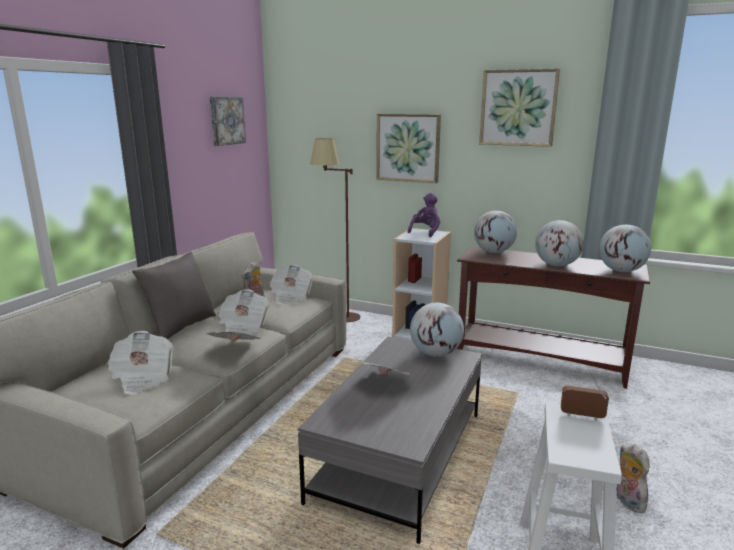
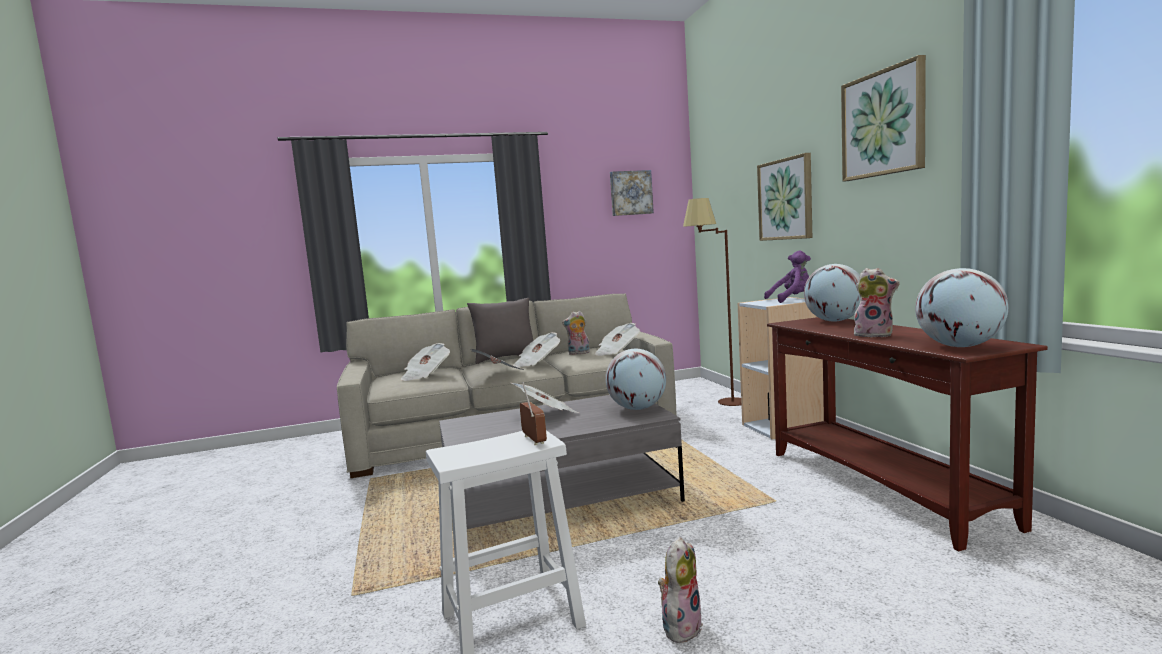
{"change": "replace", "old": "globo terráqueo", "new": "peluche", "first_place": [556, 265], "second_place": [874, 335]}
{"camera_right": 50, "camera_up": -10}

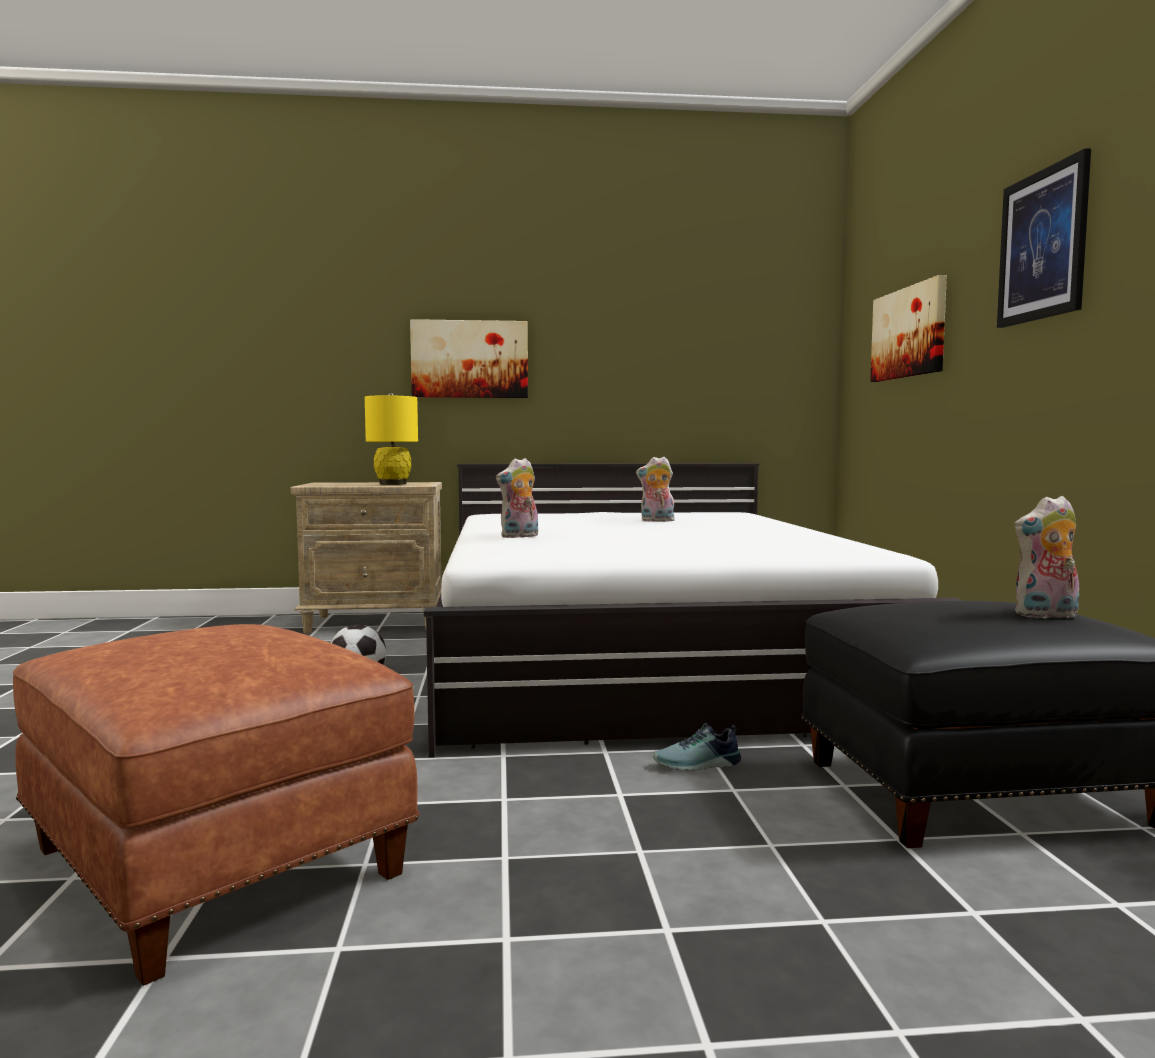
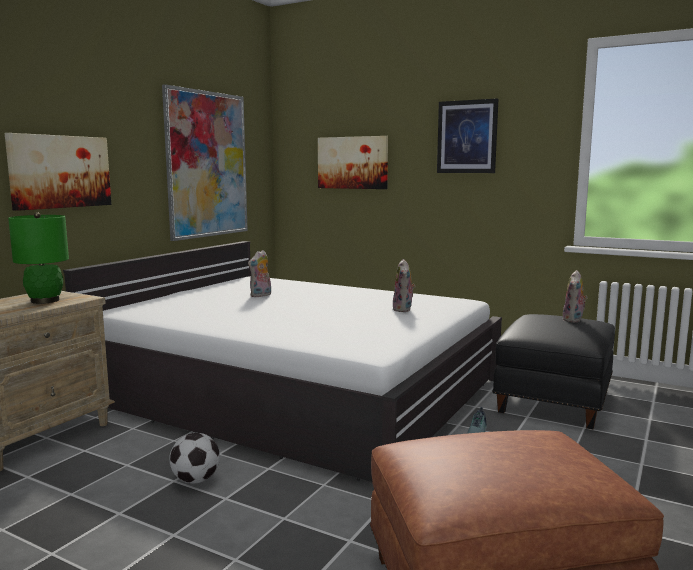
{"change": "insert", "new": "cuadro", "second_place": [207, 164]}
{"change": "move", "old": "peluche", "first_place": [519, 536], "second_place": [403, 309]}
{"change": "recolor", "old": "lámpara de mesa/amarillo", "new": "lámpara de mesa/verde", "first_place": [393, 484], "second_place": [45, 301]}
{"camera_right": -55, "camera_up": 5}

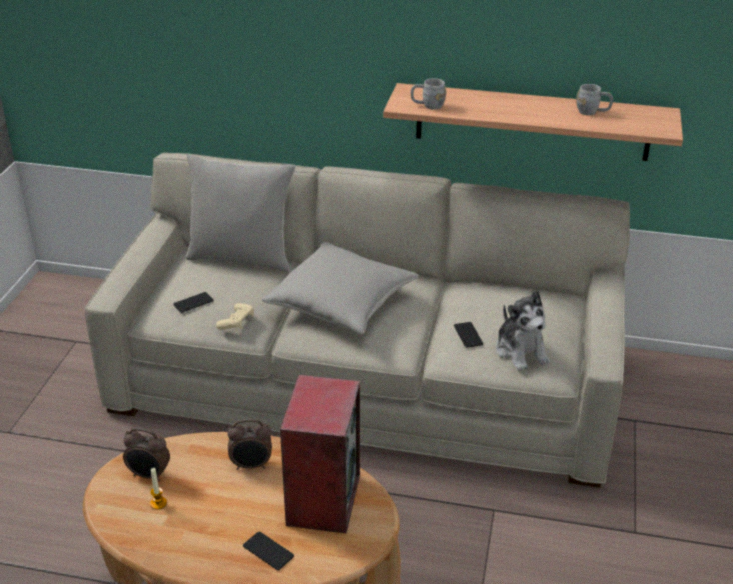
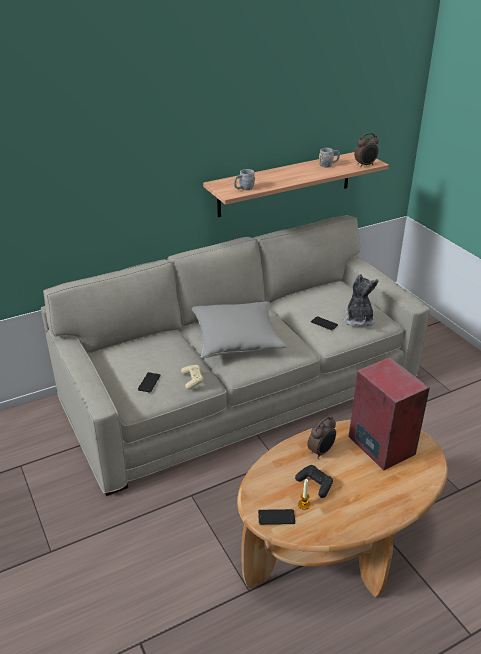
{"change": "delete", "old": "cojín/gris", "first_place": [242, 258]}
{"change": "insert", "new": "mando de consola/negro", "second_place": [315, 484]}
{"change": "move", "old": "despertador", "first_place": [149, 475], "second_place": [365, 165]}
{"change": "move", "old": "móvil", "first_place": [268, 551], "second_place": [276, 517]}
{"change": "rotate", "old": "peluche", "first_place": [521, 351], "second_place": [358, 319], "degrees": -120}
{"camera_right": -40, "camera_up": 0}

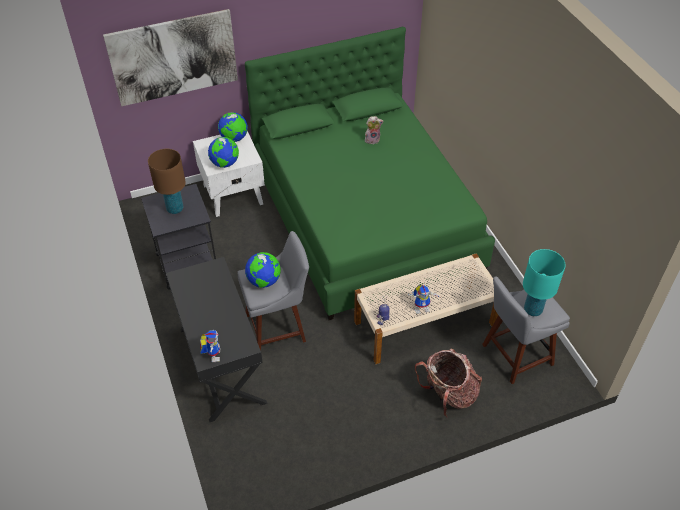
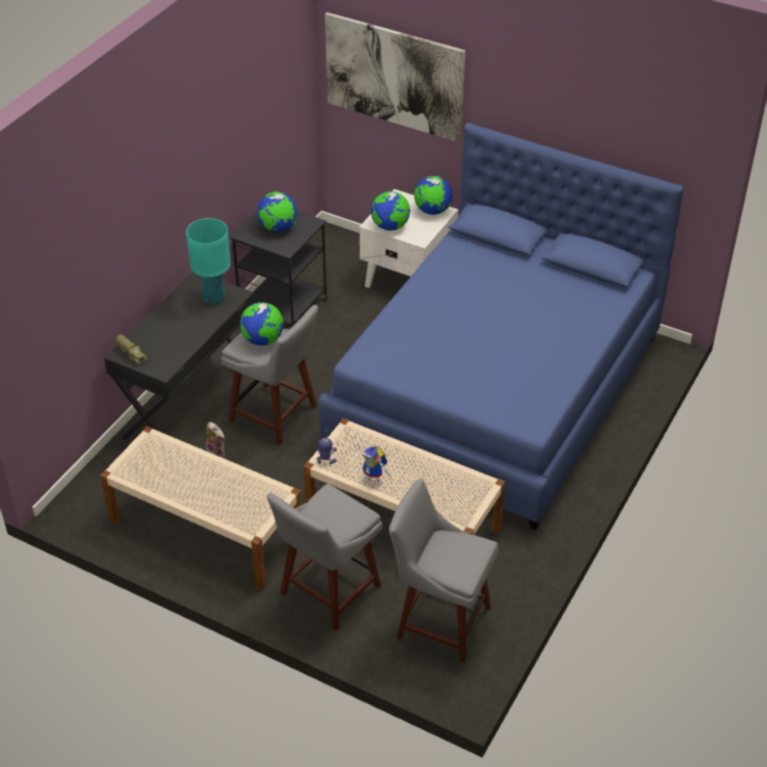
{"change": "insert", "new": "banco/beis", "second_place": [205, 529]}
{"change": "move", "old": "peluche", "first_place": [372, 139], "second_place": [217, 454]}
{"change": "move", "old": "lámpara de mesa/turquesa", "first_place": [533, 310], "second_place": [214, 299]}
{"change": "replace", "old": "lámpara de mesa/marrón", "new": "globo terráqueo", "first_place": [175, 209], "second_place": [278, 228]}
{"change": "replace", "old": "robot de juguete", "new": "camión de juguete", "first_place": [213, 354], "second_place": [132, 355]}
{"change": "replace", "old": "mochila", "new": "taburete/gris", "first_place": [448, 394], "second_place": [327, 592]}
{"change": "recolor", "old": "cama/verde", "new": "cama/azul", "first_place": [365, 218], "second_place": [496, 390]}
{"camera_right": 50, "camera_up": -5}

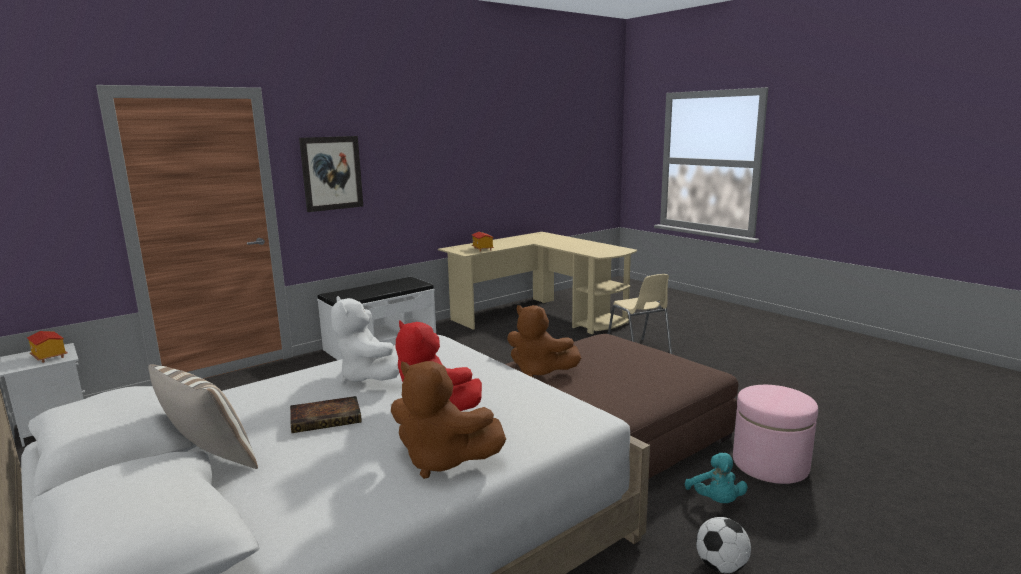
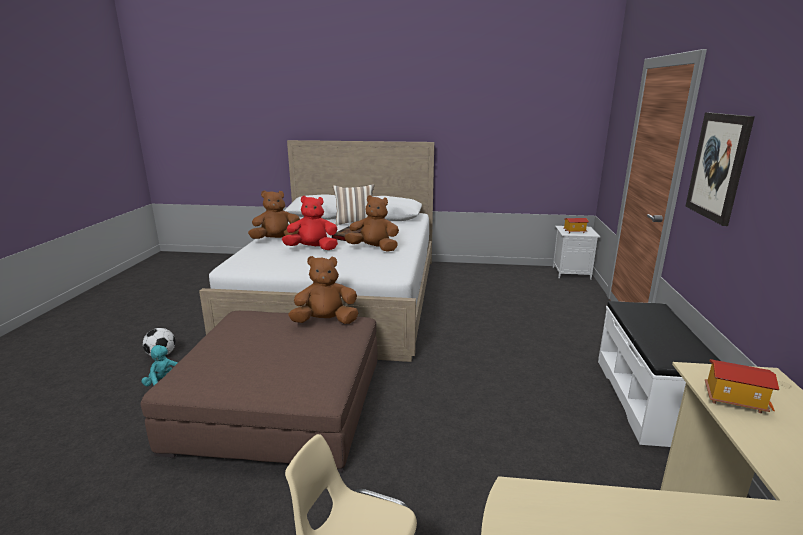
{"change": "delete", "old": "puf/rosa", "first_place": [770, 464]}
{"change": "recolor", "old": "peluche/blanco", "new": "peluche/marrón", "first_place": [368, 377], "second_place": [374, 249]}
{"camera_right": 135, "camera_up": 5}

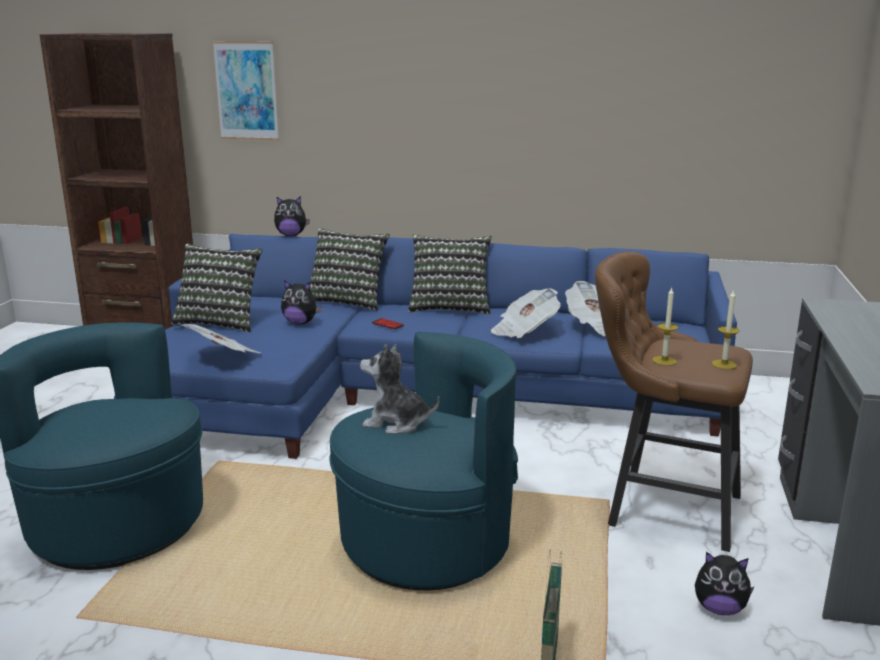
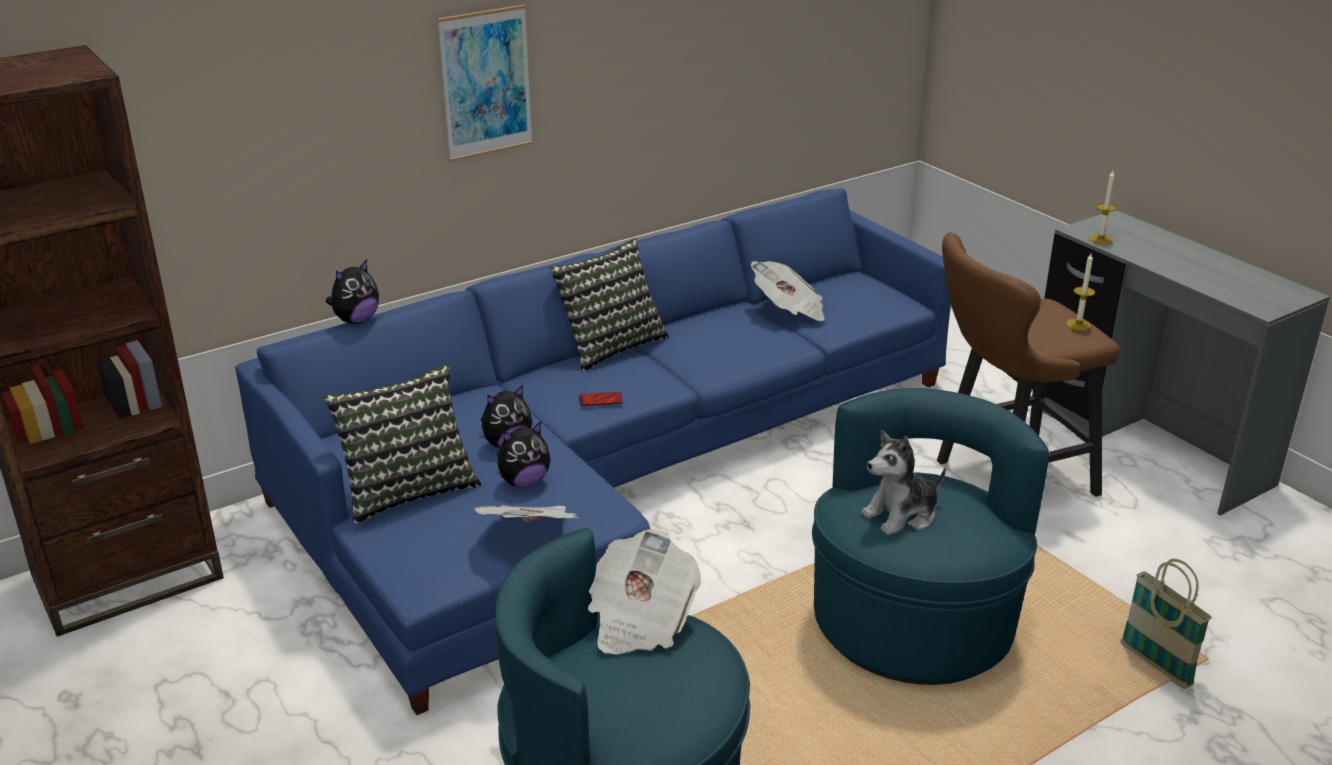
{"change": "delete", "old": "cojín", "first_place": [348, 301]}
{"change": "move", "old": "cuadro", "first_place": [246, 91], "second_place": [486, 83]}
{"change": "move", "old": "periódico", "first_place": [524, 330], "second_place": [639, 619]}
{"change": "move", "old": "vela", "first_place": [664, 361], "second_place": [1100, 239]}
{"change": "move", "old": "peluche", "first_place": [719, 609], "second_place": [524, 481]}
{"camera_right": -45, "camera_up": 10}

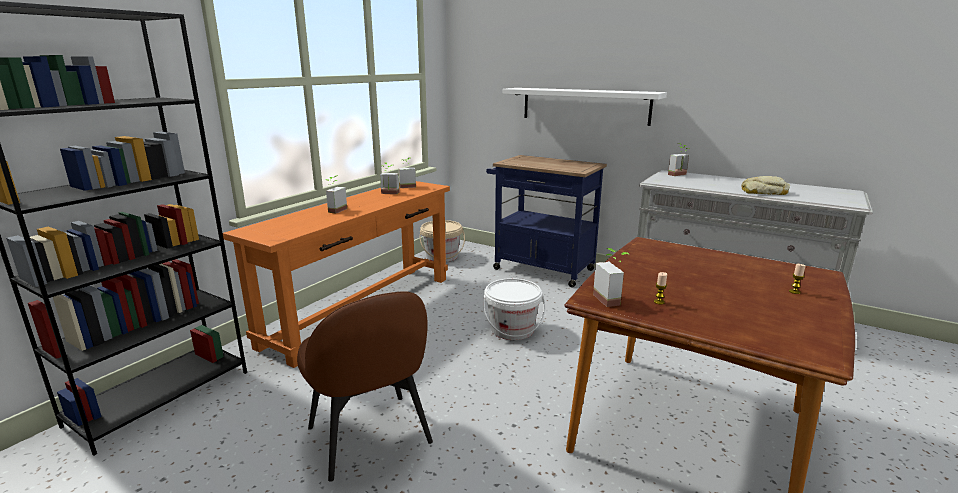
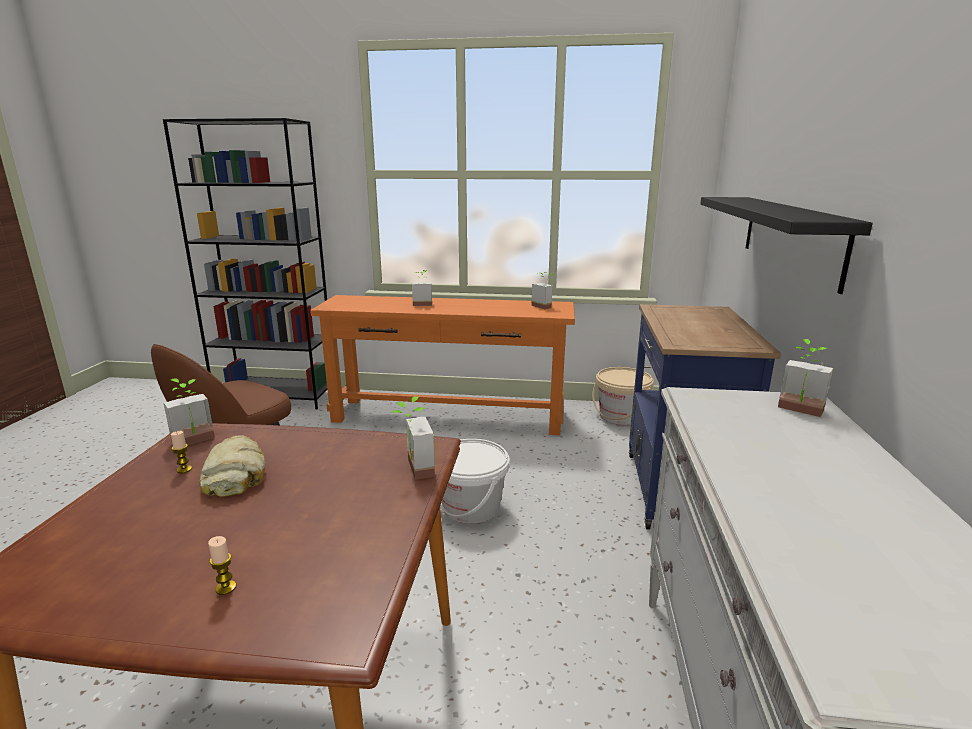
{"change": "move", "old": "planta en maceta", "first_place": [389, 193], "second_place": [412, 469]}
{"change": "move", "old": "pan", "first_place": [764, 192], "second_place": [235, 475]}
{"change": "recolor", "old": "estante/blanco", "new": "estante/negro", "first_place": [584, 105], "second_place": [790, 237]}
{"camera_right": 65, "camera_up": 0}

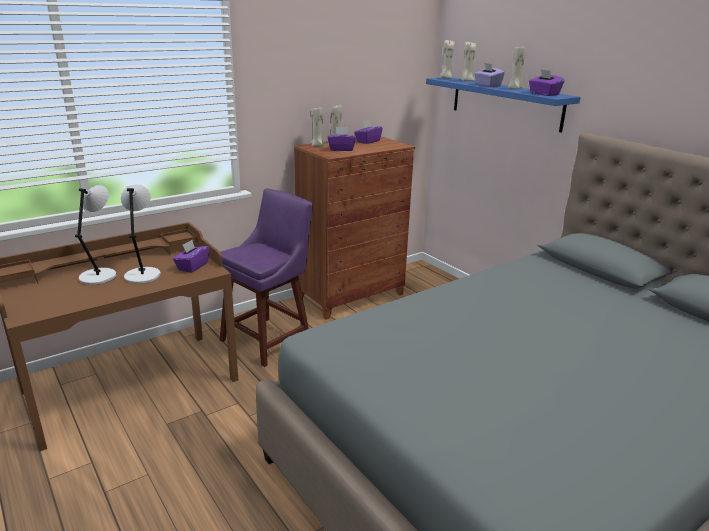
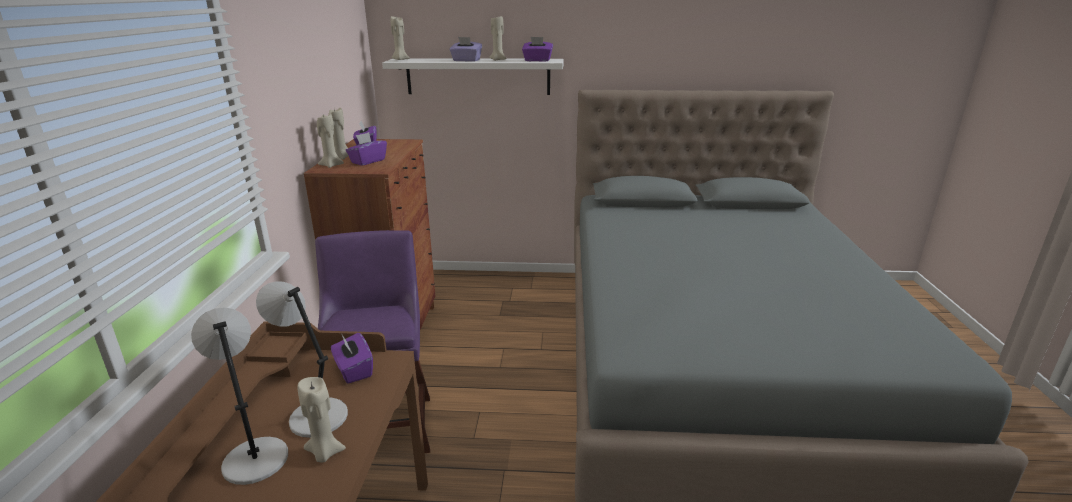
{"change": "move", "old": "vela/beis", "first_place": [466, 81], "second_place": [324, 453]}
{"change": "recolor", "old": "estante/azul", "new": "estante/blanco", "first_place": [505, 103], "second_place": [478, 76]}
{"camera_right": -50, "camera_up": 0}

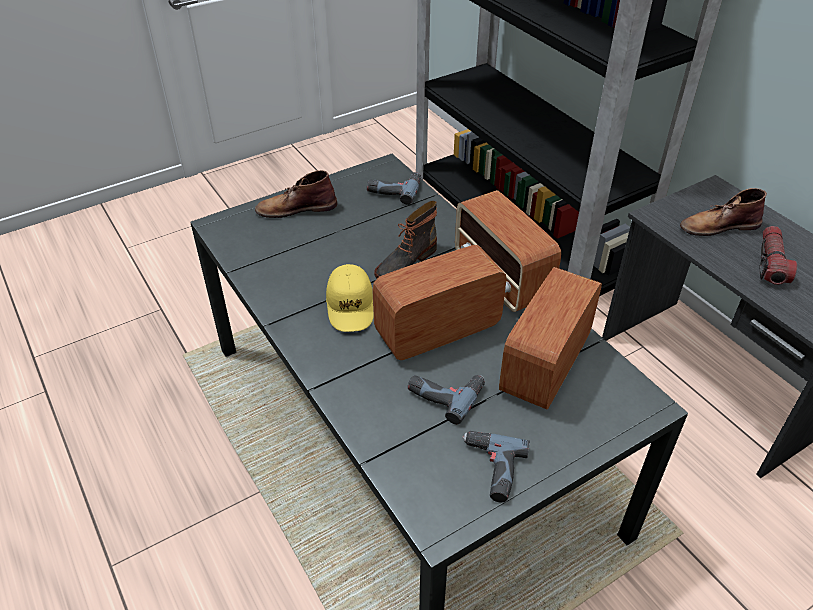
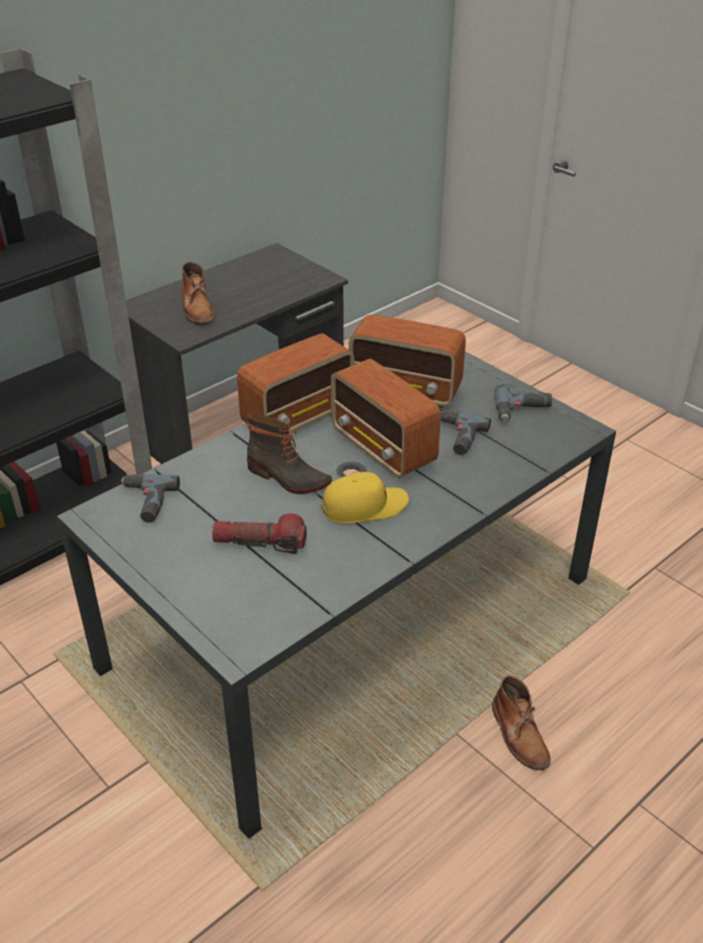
{"change": "move", "old": "bota/marrón", "first_place": [296, 208], "second_place": [519, 735]}
{"change": "move", "old": "linterna", "first_place": [771, 263], "second_place": [260, 543]}
{"camera_right": -100, "camera_up": -5}

